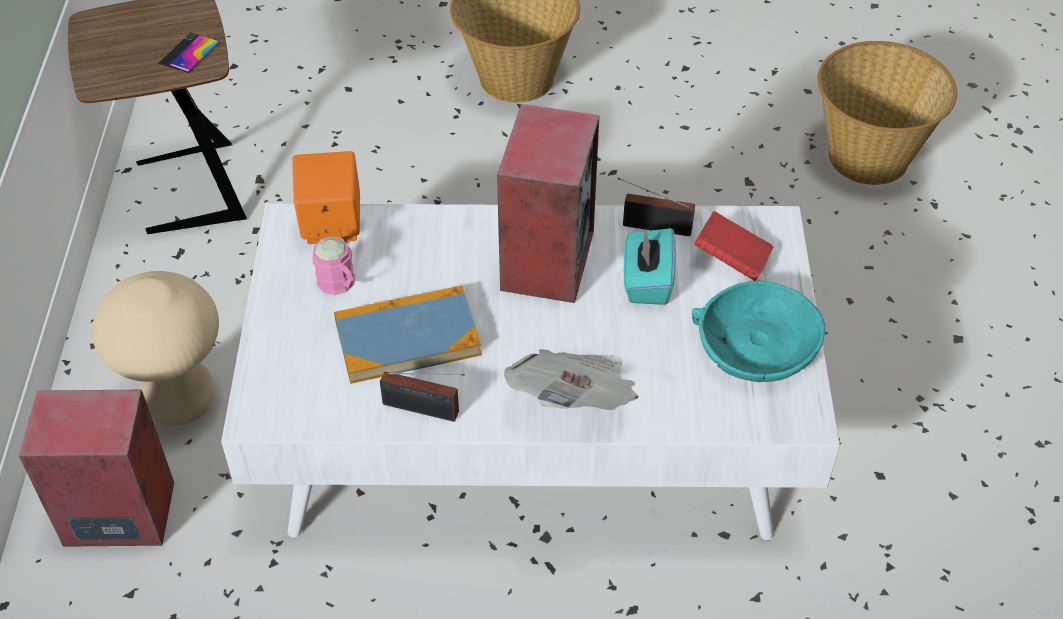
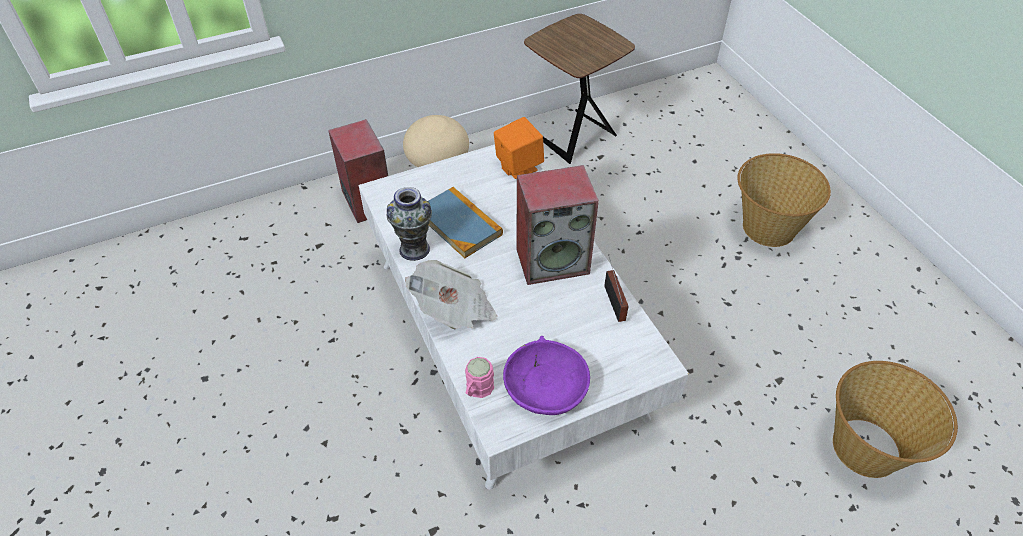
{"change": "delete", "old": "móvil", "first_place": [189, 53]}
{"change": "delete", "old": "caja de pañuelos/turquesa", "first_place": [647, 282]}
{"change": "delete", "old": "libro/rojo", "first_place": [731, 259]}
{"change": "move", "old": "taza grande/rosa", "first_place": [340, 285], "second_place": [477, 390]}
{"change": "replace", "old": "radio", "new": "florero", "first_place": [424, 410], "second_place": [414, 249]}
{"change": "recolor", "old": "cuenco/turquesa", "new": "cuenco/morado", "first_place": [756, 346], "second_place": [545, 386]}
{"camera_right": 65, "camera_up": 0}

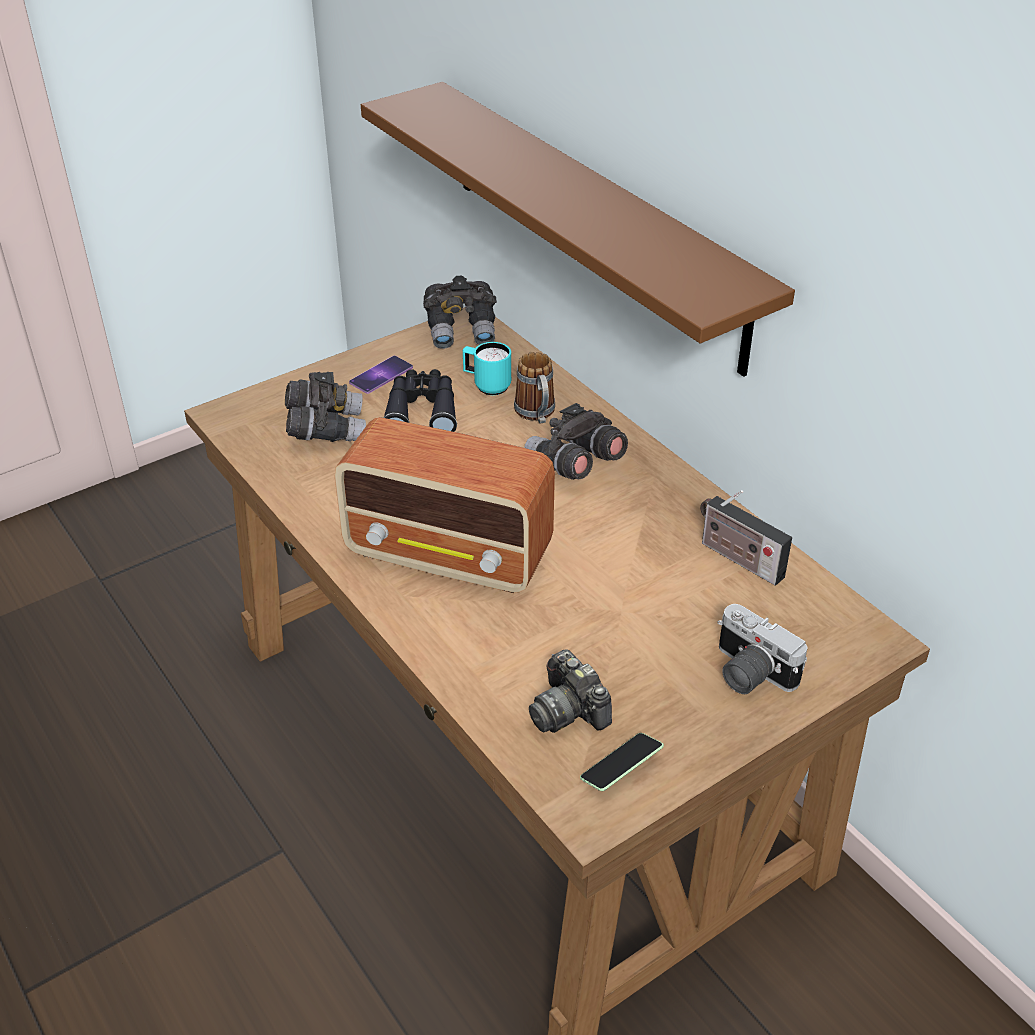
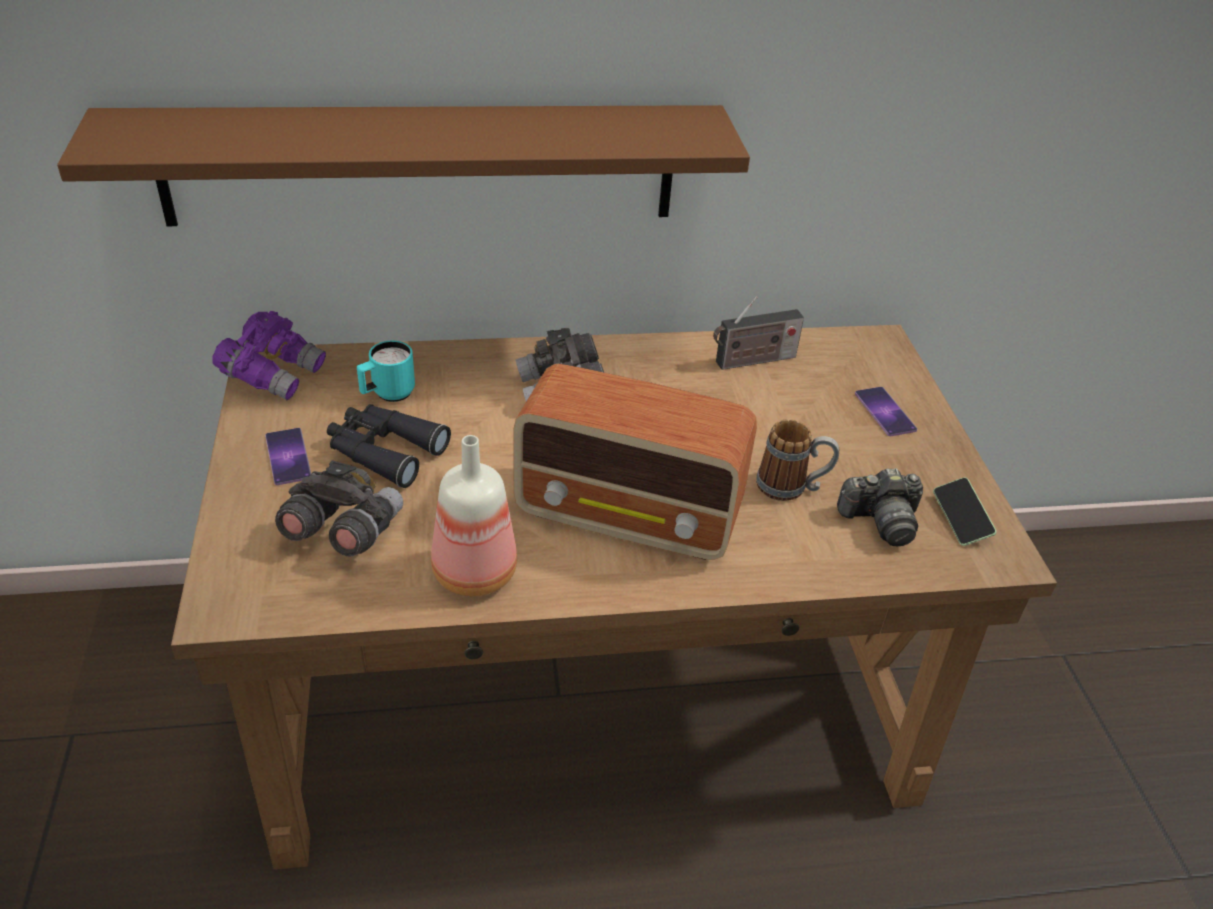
{"change": "insert", "new": "botella", "second_place": [475, 575]}
{"change": "move", "old": "taza grande", "first_place": [537, 415], "second_place": [791, 488]}
{"change": "replace", "old": "cámara", "new": "móvil", "first_place": [747, 673], "second_place": [885, 411]}
{"change": "recolor", "old": "prismáticos/gris", "new": "prismáticos/morado", "first_place": [462, 330], "second_place": [273, 374]}
{"change": "rotate", "old": "radio", "first_place": [450, 555], "second_place": [630, 515], "degrees": 60}
{"camera_right": -65, "camera_up": 0}

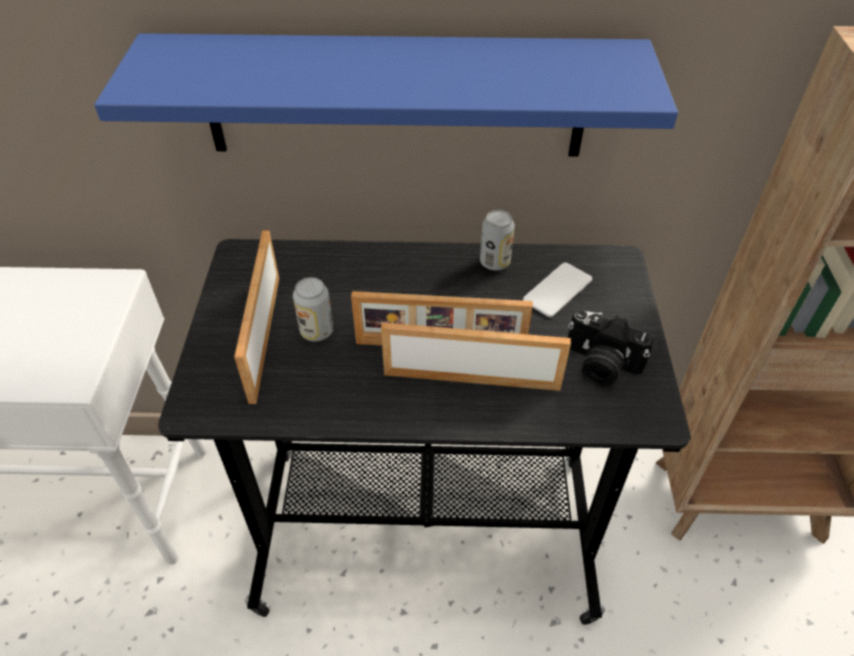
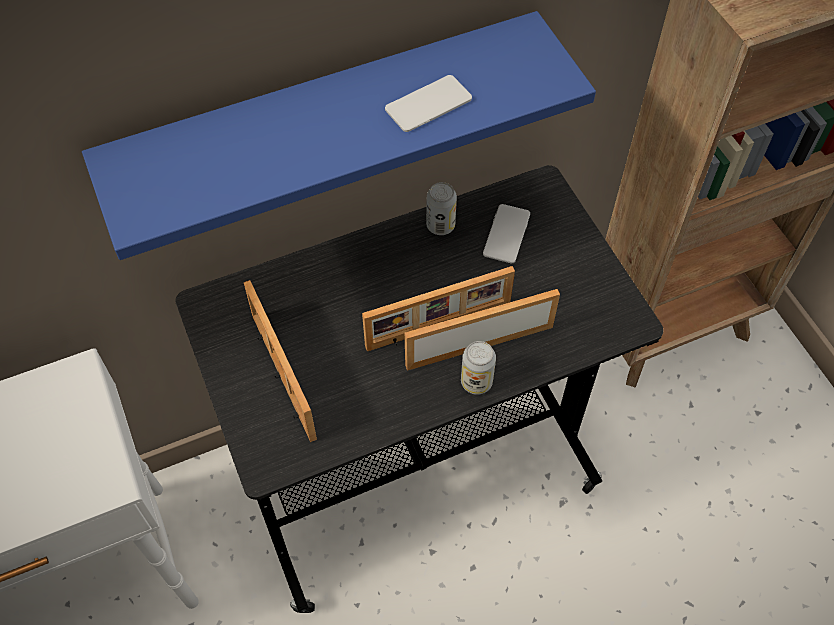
{"change": "delete", "old": "cámara", "first_place": [599, 366]}
{"change": "insert", "new": "móvil", "second_place": [428, 104]}
{"change": "move", "old": "lata", "first_place": [317, 331], "second_place": [476, 382]}
{"camera_right": -25, "camera_up": 10}

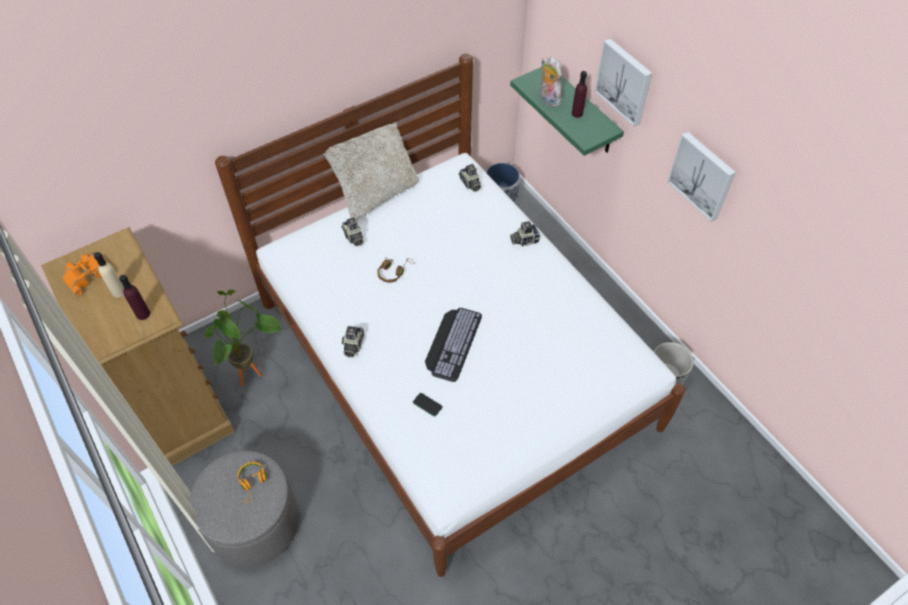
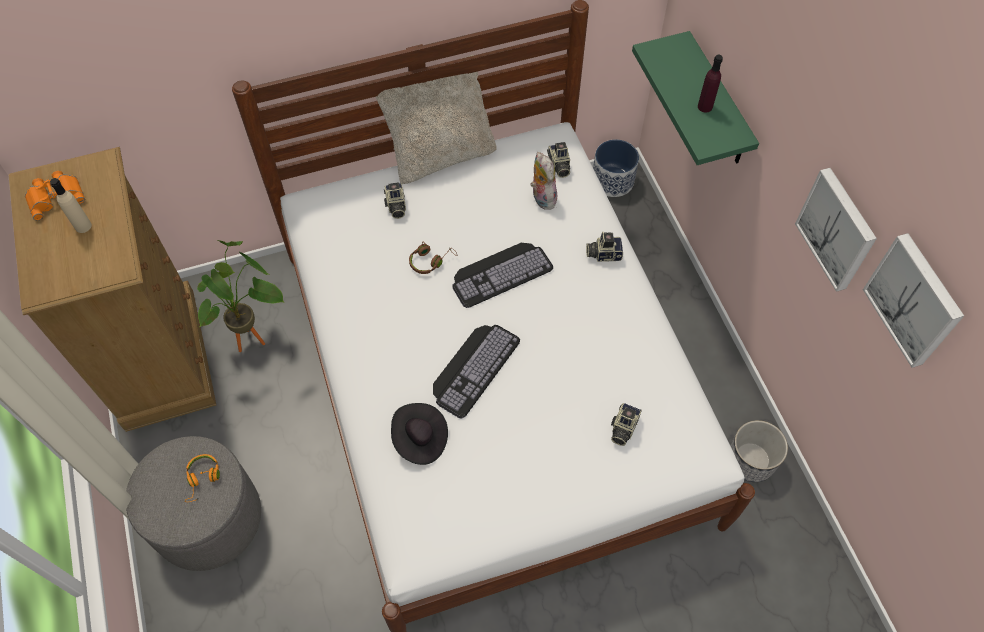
{"change": "delete", "old": "botella/morado", "first_place": [143, 314]}
{"change": "insert", "new": "teclado", "second_place": [500, 272]}
{"change": "move", "old": "cámara", "first_place": [352, 345], "second_place": [623, 428]}
{"change": "move", "old": "peluche", "first_place": [548, 99], "second_place": [541, 197]}
{"change": "move", "old": "cuadro", "first_place": [625, 81], "second_place": [915, 300]}
{"change": "replace", "old": "móvil", "new": "sombrero/negro", "first_place": [427, 405], "second_place": [420, 439]}
{"camera_right": 15, "camera_up": 5}

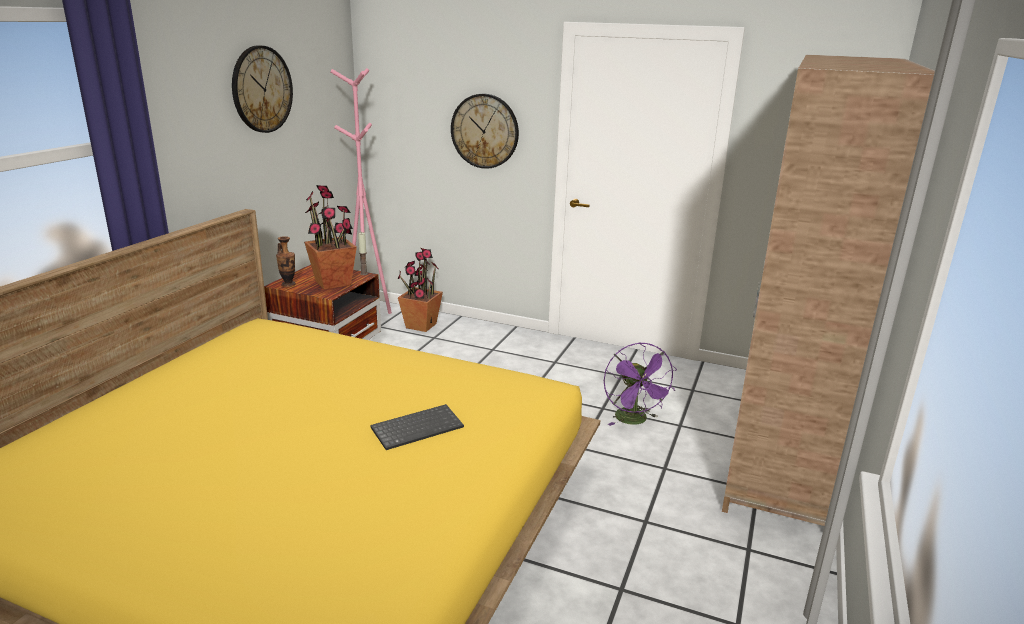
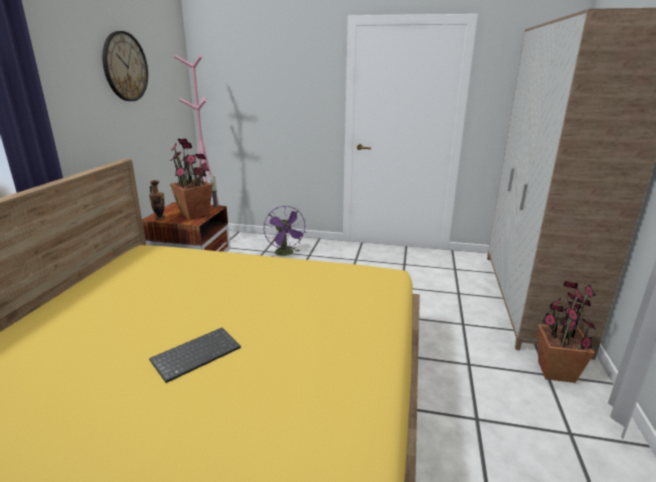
{"change": "delete", "old": "reloj de pared", "first_place": [485, 131]}
{"change": "move", "old": "teclado", "first_place": [418, 427], "second_place": [197, 354]}
{"change": "move", "old": "planta en maceta", "first_place": [420, 325], "second_place": [555, 372]}
{"change": "move", "old": "ventilador/morado", "first_place": [634, 421], "second_place": [286, 254]}
{"camera_right": -10, "camera_up": 0}

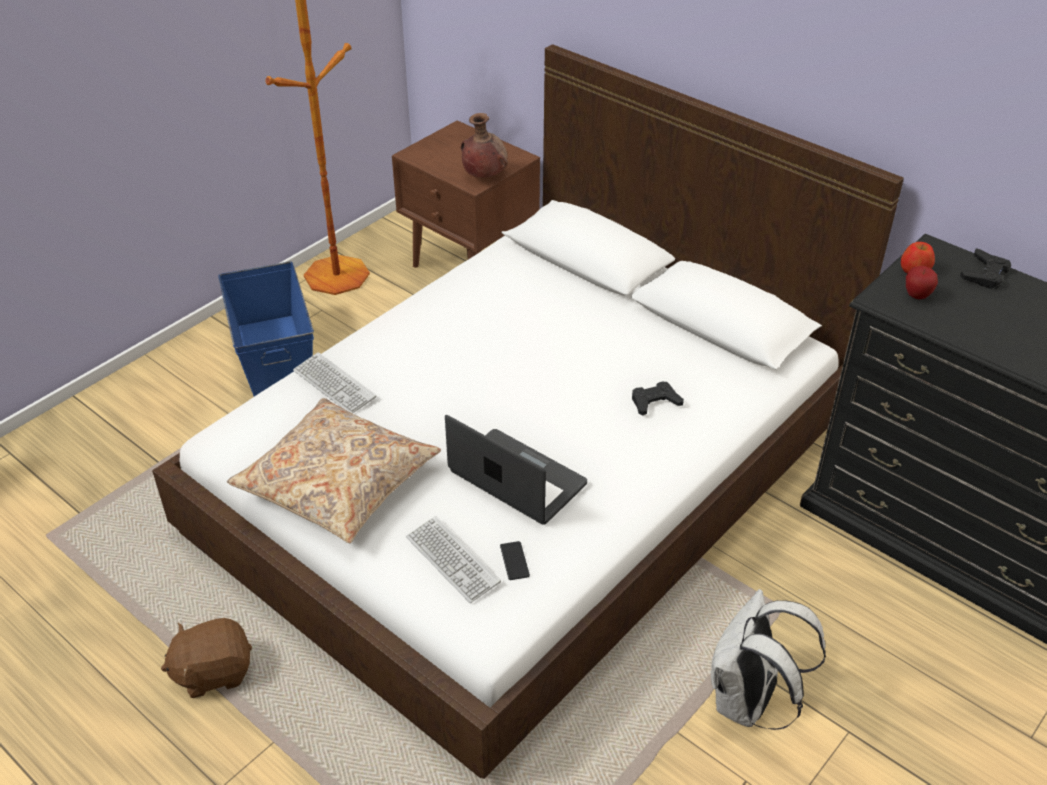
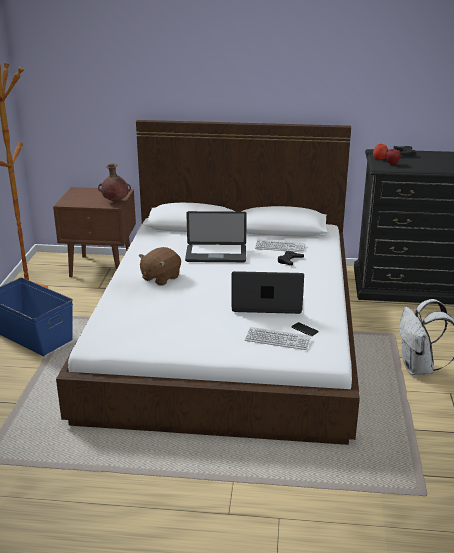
{"change": "delete", "old": "cojín/beis", "first_place": [338, 482]}
{"change": "insert", "new": "portátil", "second_place": [216, 254]}
{"change": "move", "old": "peluche/marrón", "first_place": [213, 671], "second_place": [160, 278]}
{"change": "move", "old": "teclado", "first_place": [334, 384], "second_place": [280, 247]}
{"camera_right": -35, "camera_up": -15}

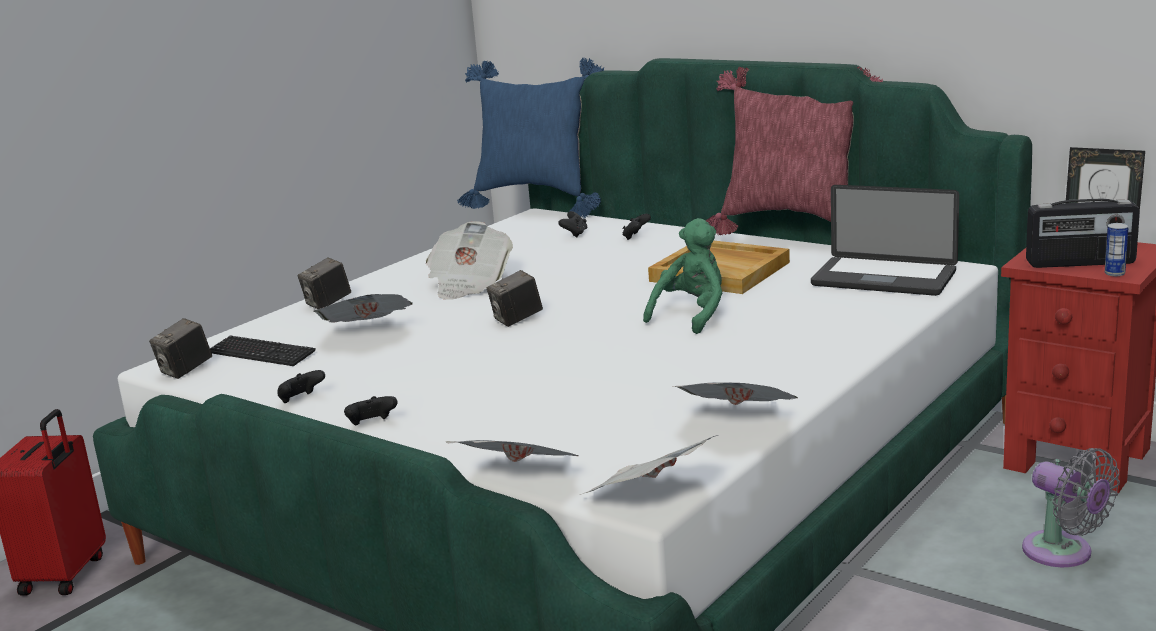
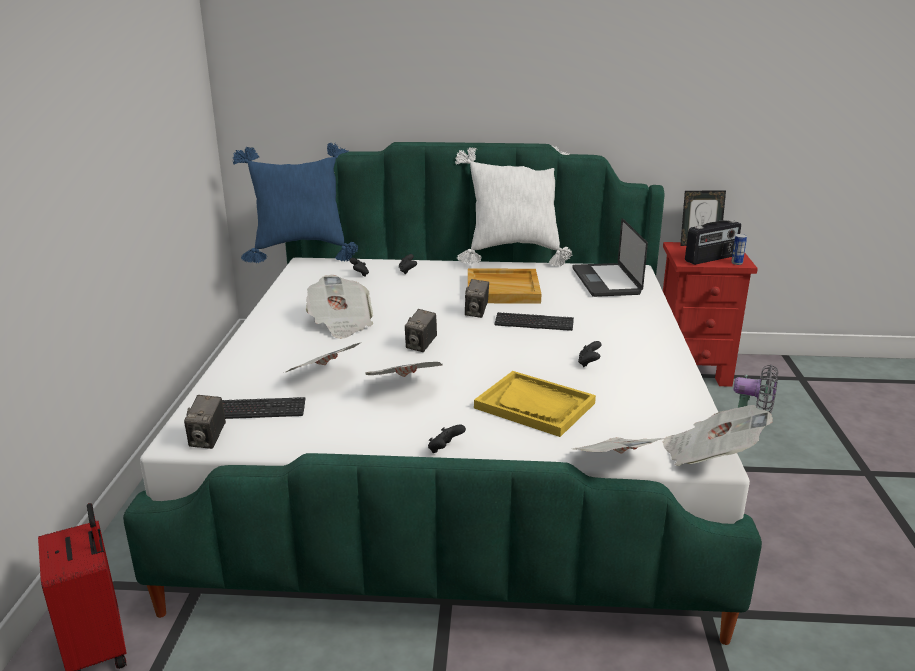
{"change": "insert", "new": "bandeja/amarillo", "second_place": [535, 406]}
{"change": "move", "old": "mando de consola/negro", "first_place": [301, 400], "second_place": [589, 363]}
{"change": "move", "old": "cámara", "first_place": [327, 304], "second_place": [476, 313]}
{"change": "move", "old": "periódico", "first_place": [738, 424], "second_place": [404, 388]}
{"change": "replace", "old": "peluche/verde", "new": "teclado", "first_place": [692, 315], "second_place": [534, 323]}
{"change": "recolor", "old": "cojín/rojo", "new": "cojín/blanco", "first_place": [793, 238], "second_place": [512, 261]}
{"change": "rotate", "old": "portátil", "first_place": [883, 279], "second_place": [606, 281], "degrees": 90}
{"camera_right": -35, "camera_up": 5}

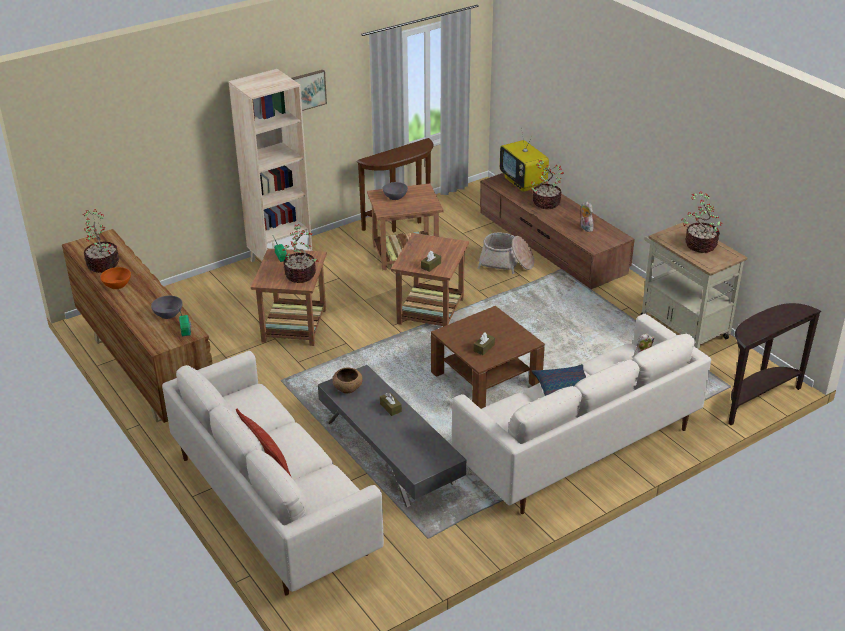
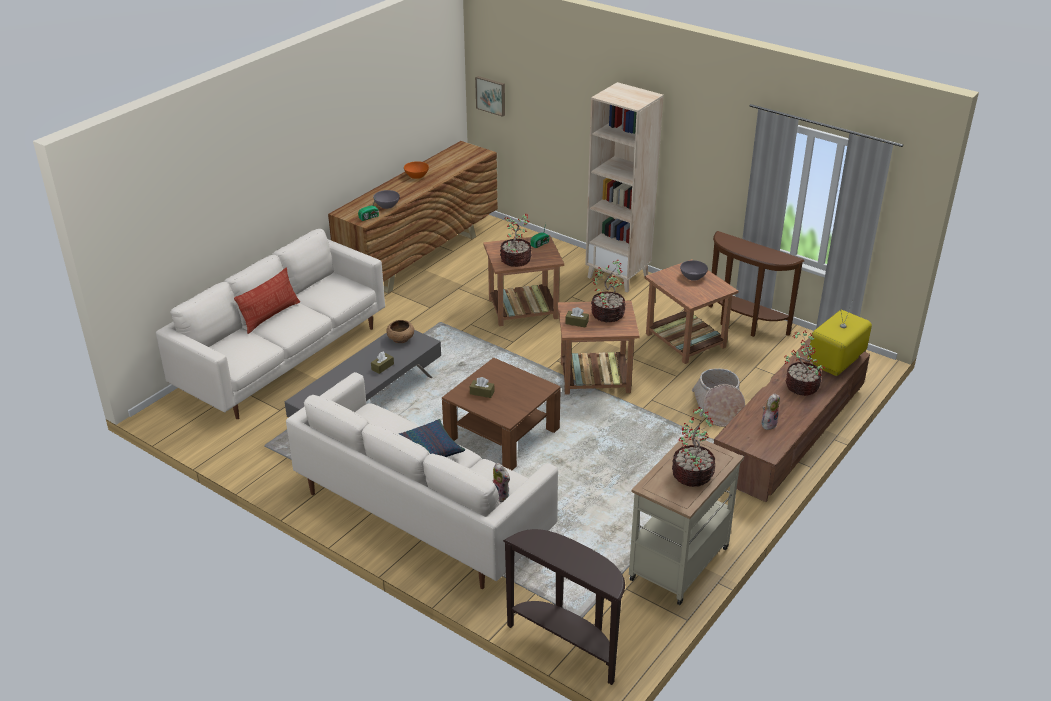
{"change": "move", "old": "planta en maceta", "first_place": [102, 264], "second_place": [608, 314]}
{"change": "move", "old": "cuadro", "first_place": [308, 90], "second_place": [491, 95]}
{"camera_right": 70, "camera_up": 0}

